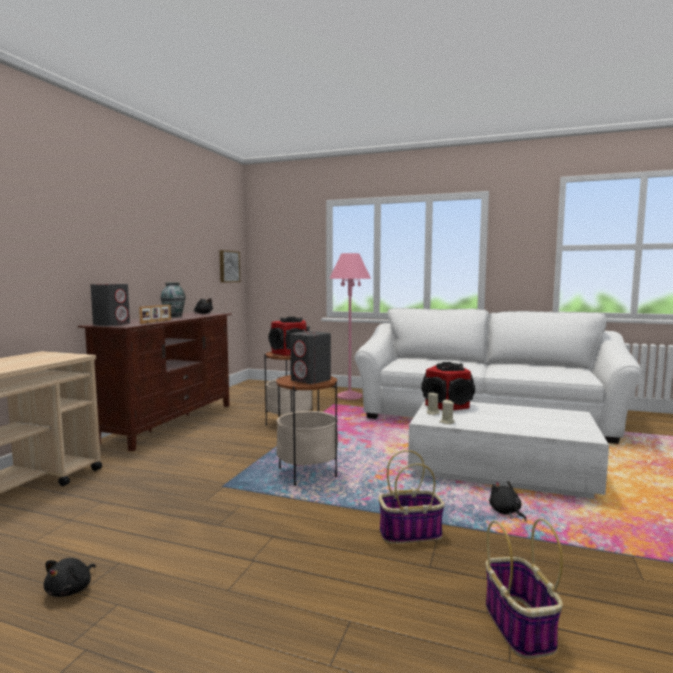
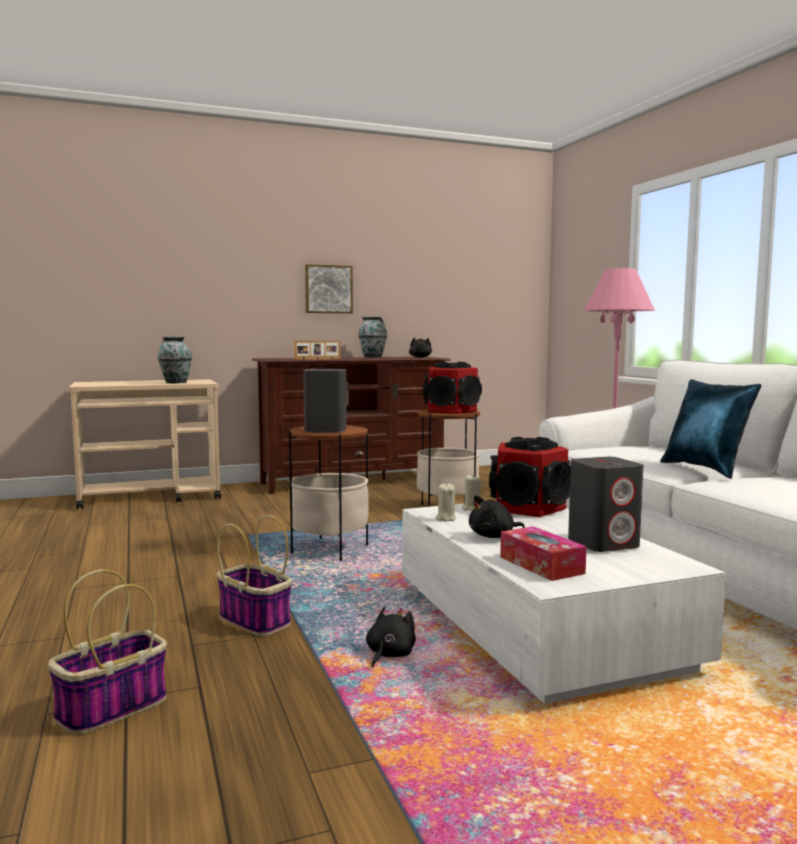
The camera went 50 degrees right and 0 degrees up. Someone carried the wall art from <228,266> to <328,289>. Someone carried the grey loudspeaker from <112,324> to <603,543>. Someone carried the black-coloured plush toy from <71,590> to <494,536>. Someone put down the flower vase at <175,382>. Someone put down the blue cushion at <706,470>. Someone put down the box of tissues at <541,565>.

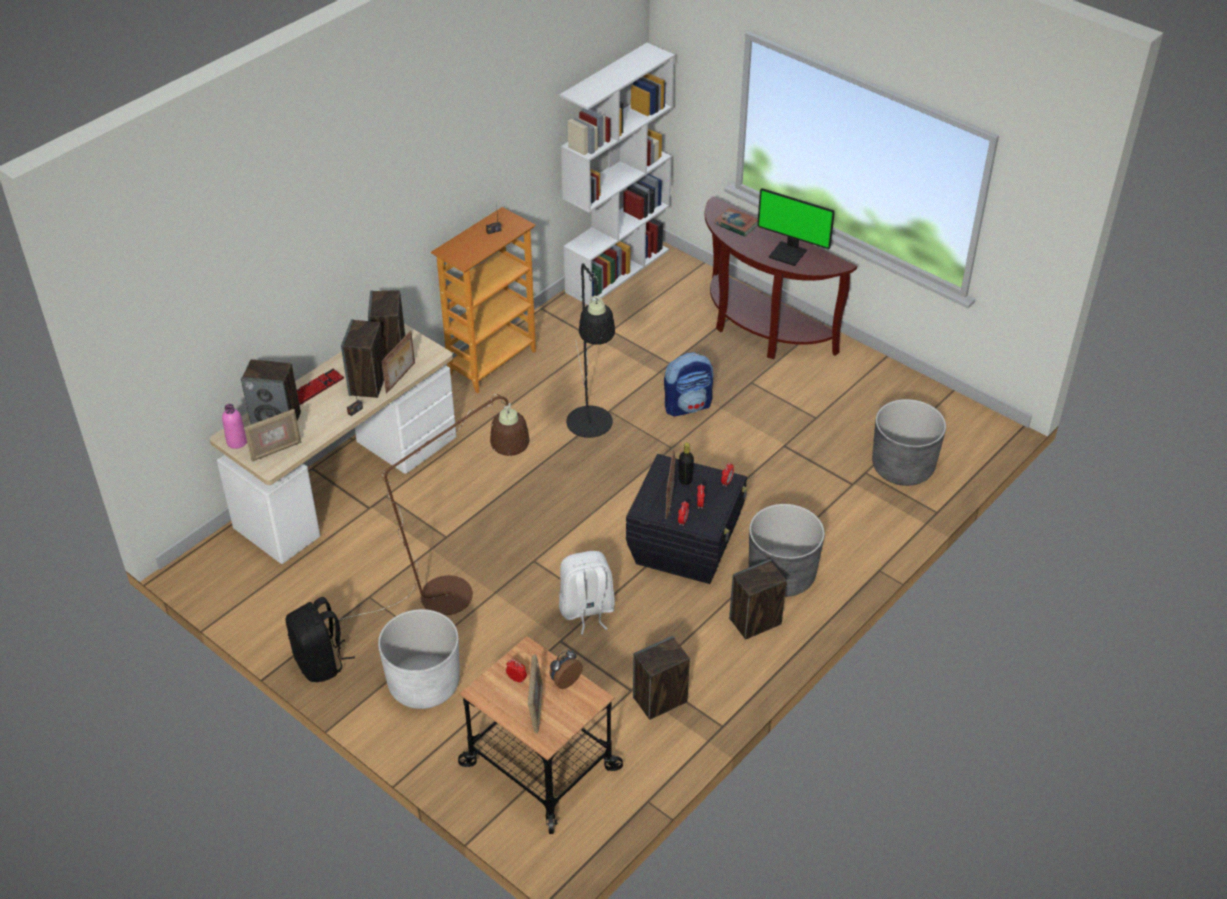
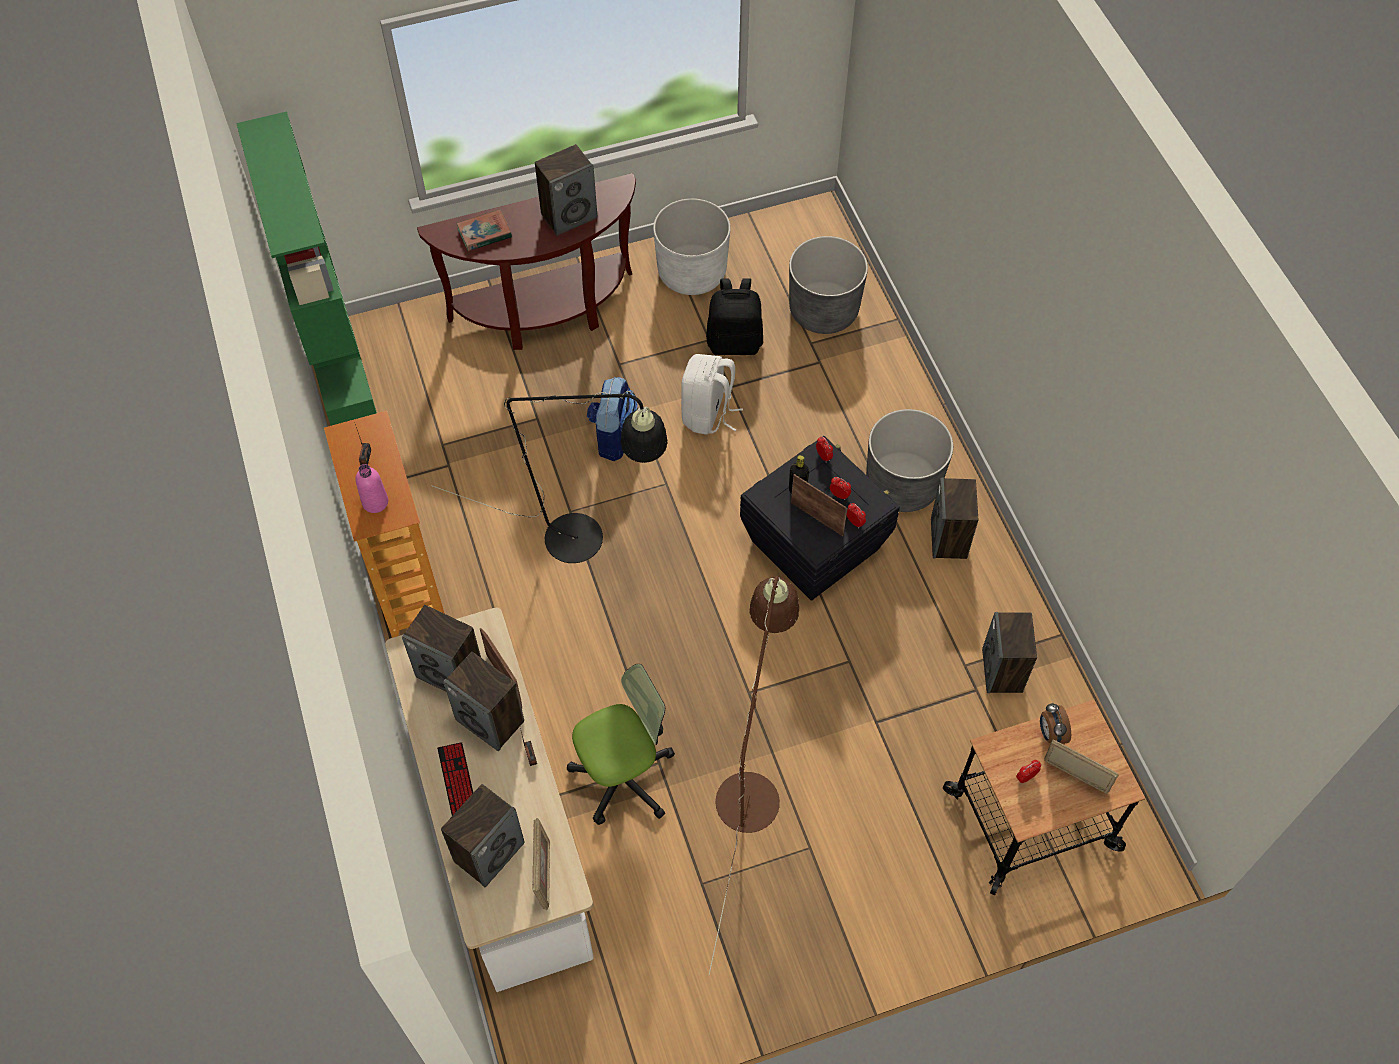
The camera went 60 degrees left and 15 degrees up. Someone repainted the white-coloured bookcase at <617,270>, which became the greenish bookcase at <345,387>. Someone swapped the monitor at <789,253> for the loudspeaker at <569,215>. Someone carried the pinkish drink bottle from <237,442> to <375,502>. Someone carried the white-coloured backpack from <586,610> to <708,414>. Someone carried the black-coloured backpack from <321,663> to <735,342>. Someone carried the white-coloured flower pot from <424,684> to <692,272>. Someone put down the desk chair at <623,776>.

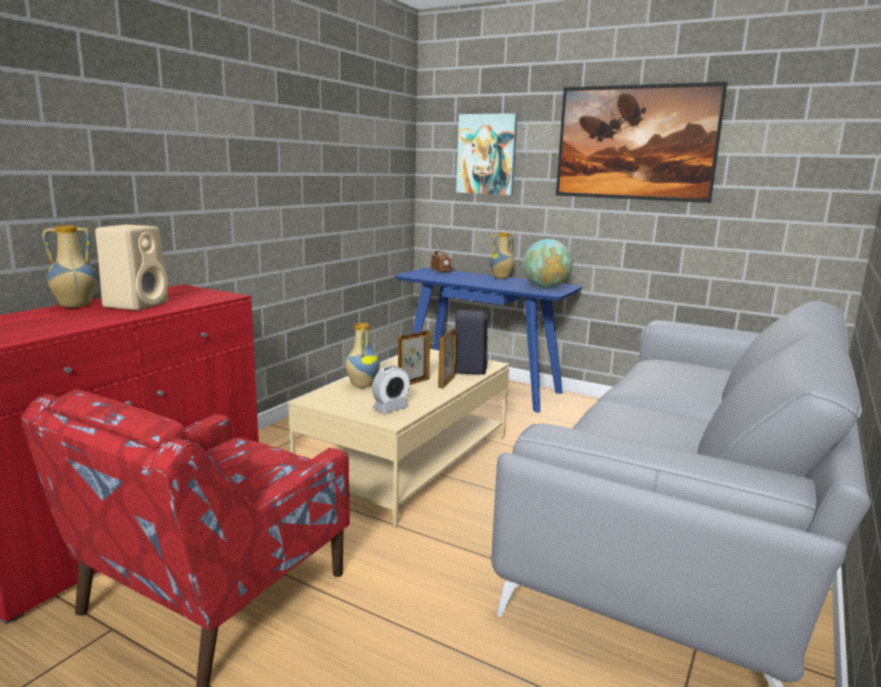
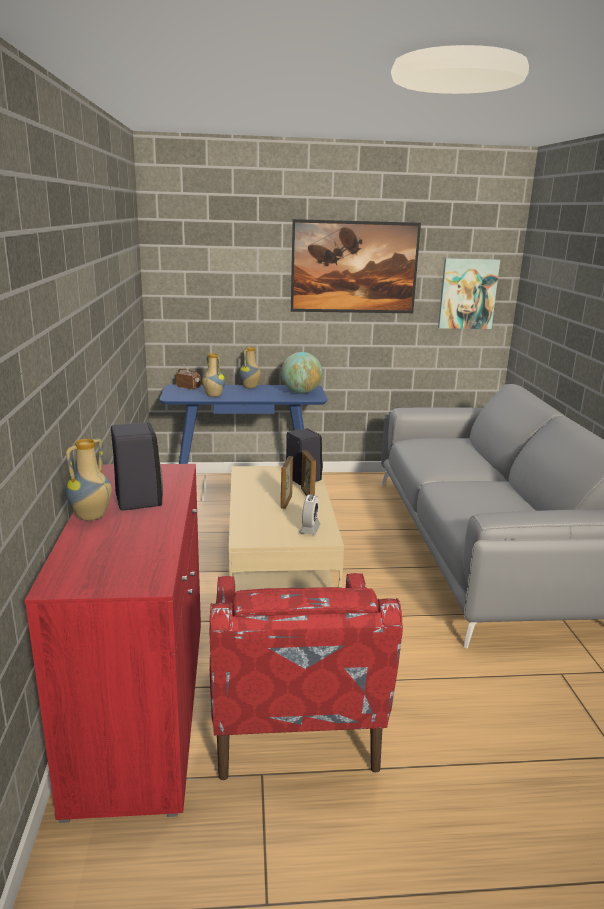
The camera went 35 degrees left and 5 degrees up. Someone carried the wall art from <487,154> to <467,294>. Someone repainted the beige loudspeaker at <137,304>, which became the black-coloured loudspeaker at <137,499>. Someone carried the flower vase from <361,385> to <213,395>.

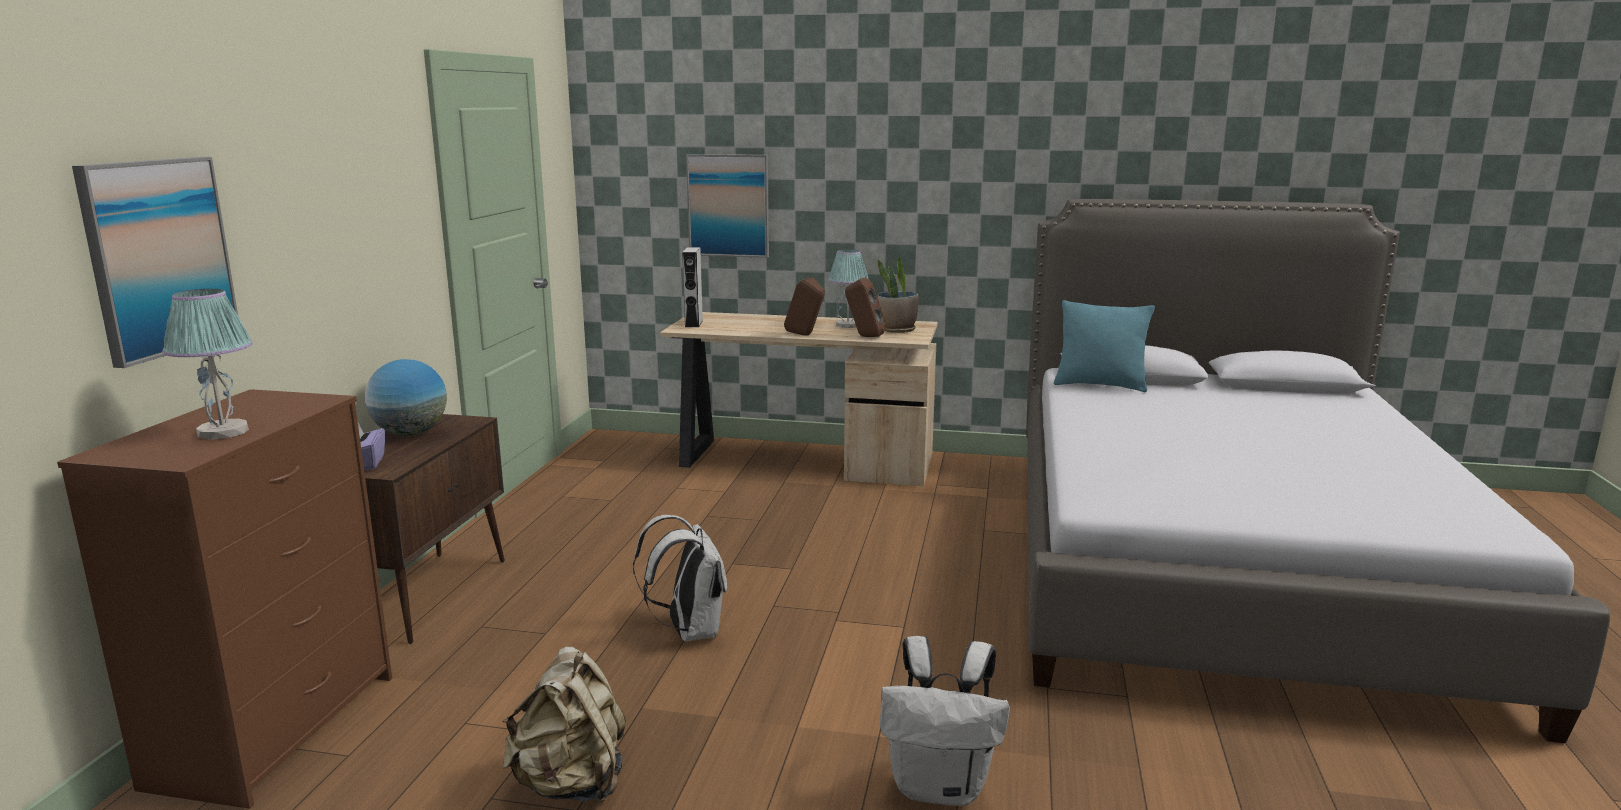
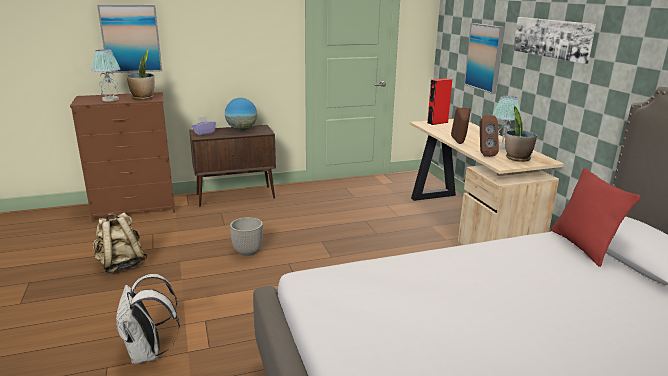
The camera went 60 degrees right and 5 degrees up. Someone repainted the grey loudspeaker at <693,323>, which became the red loudspeaker at <437,122>. Someone repainted the turquoise cushion at <1100,385>, which became the red cushion at <583,246>. Someone swapped the white-coloured backpack at <689,631> for the flower pot at <247,251>. Someone put up the wall art at <552,38>. Someone put down the plant in a pot at <143,98>.

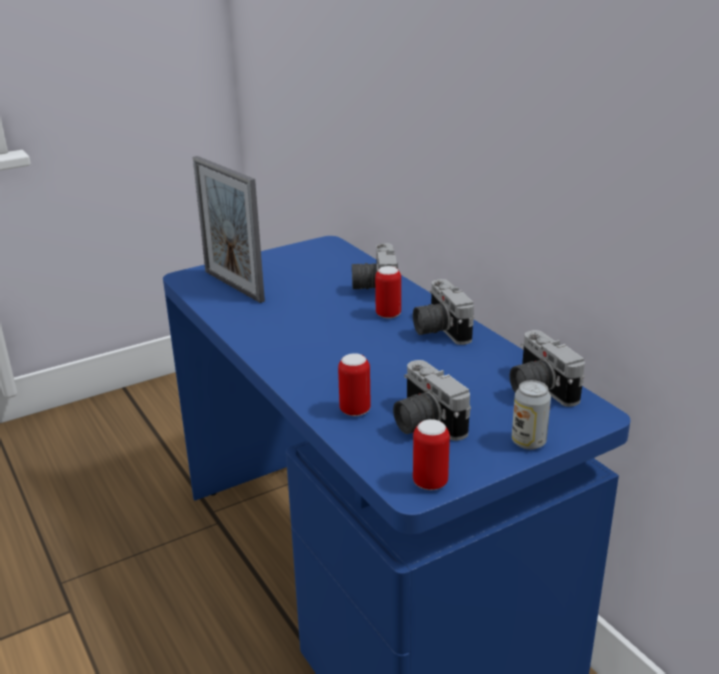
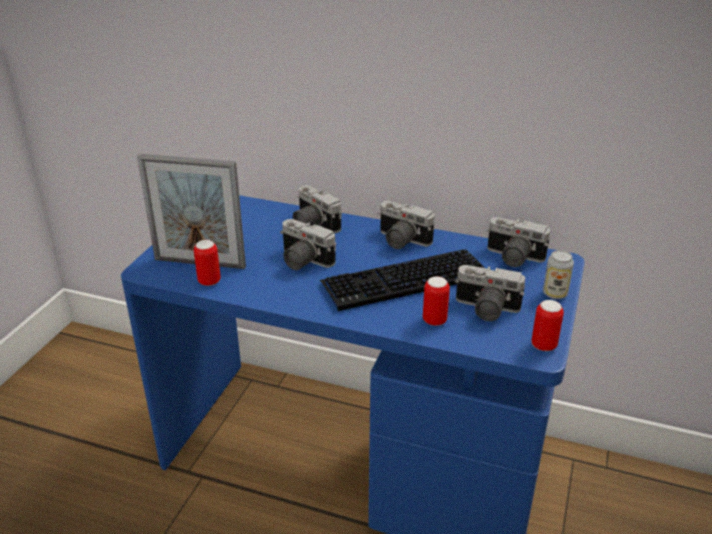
The camera went 40 degrees left and 5 degrees up. Someone carried the sealed can from <388,314> to <209,281>. Someone put down the photo camera at <302,261>. Someone put down the PC keyboard at <404,281>.

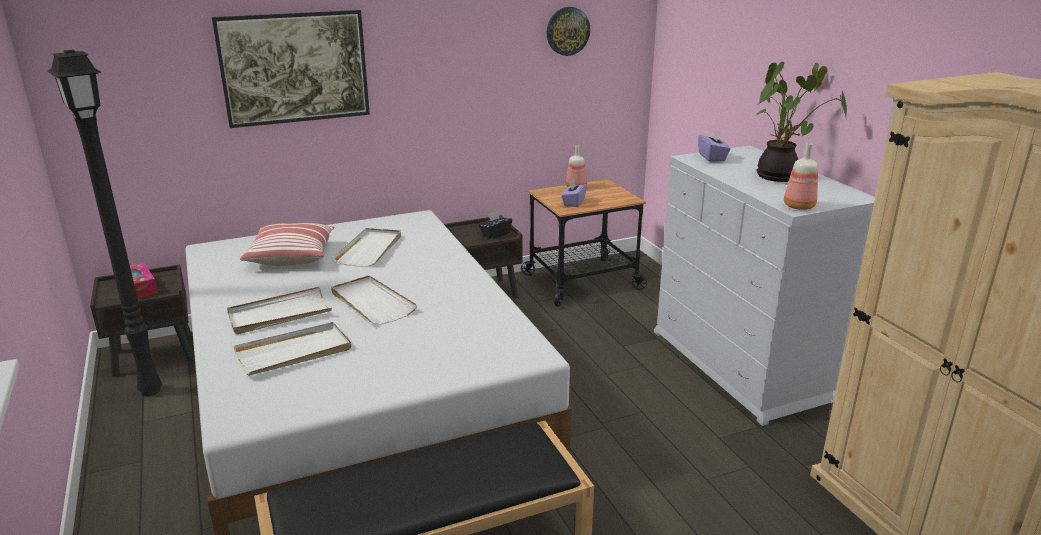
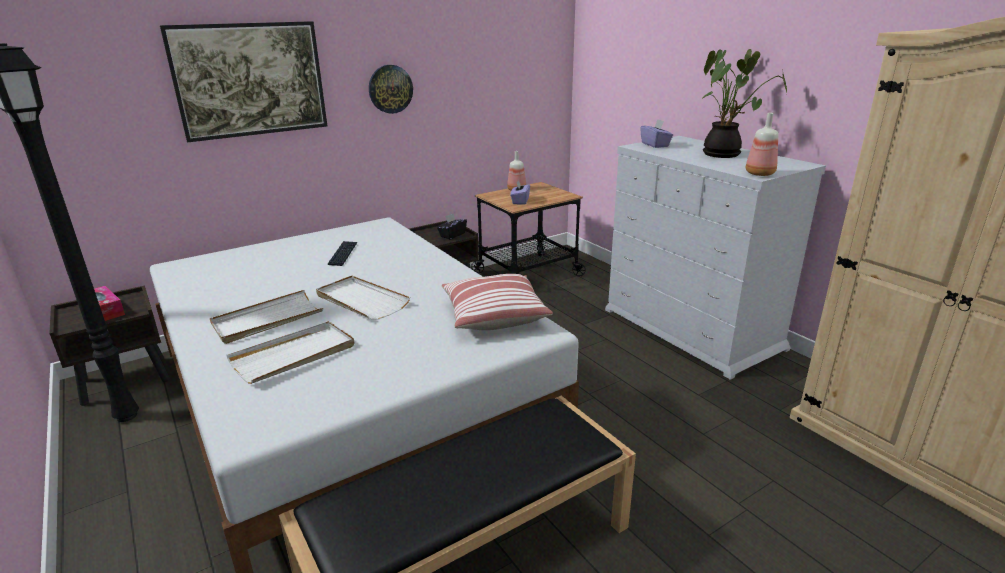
The camera went 10 degrees left and 0 degrees up. Someone carried the clock on the wall from <567,31> to <390,89>. Someone carried the cushion from <291,256> to <493,315>. Someone swapped the white-coloured carrying tray at <370,249> for the PC keyboard at <343,254>.

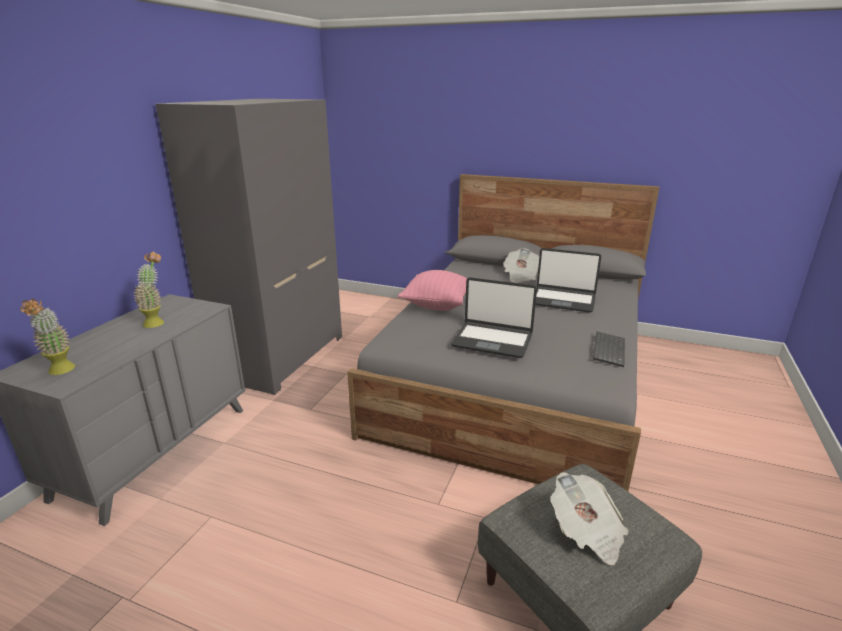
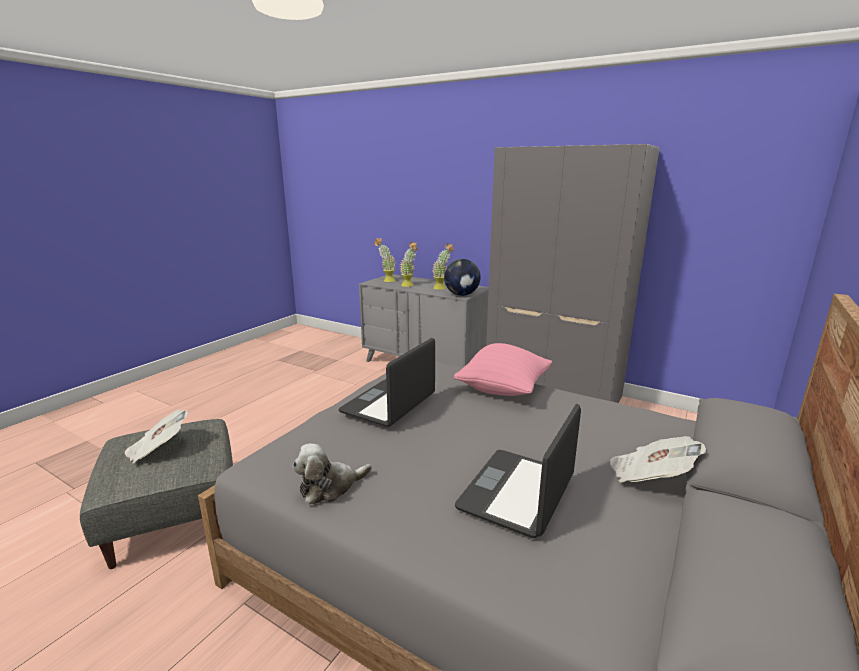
The camera went 100 degrees right and 5 degrees down. Someone swapped the PC keyboard at <607,349> for the plush toy at <330,487>. Someone put down the plant in a pot at <409,286>. Someone put down the desk globe at <461,295>.

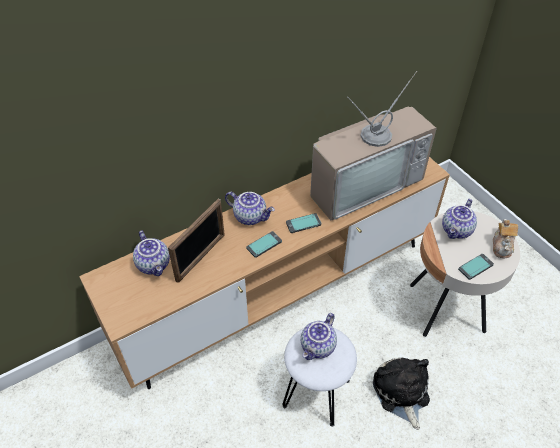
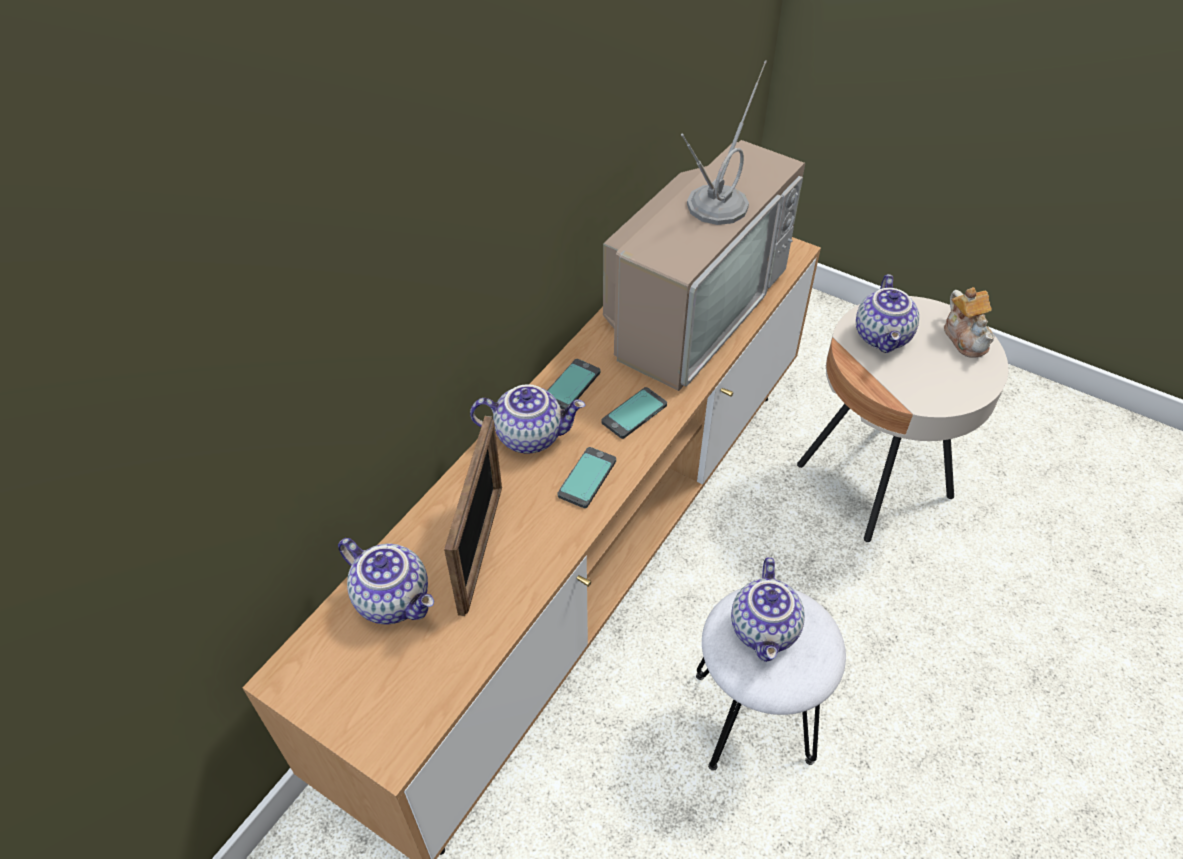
The camera went 25 degrees left and 0 degrees up. Someone carried the handset from <475,267> to <571,385>. Someone took away the plush toy at <401,393>.

